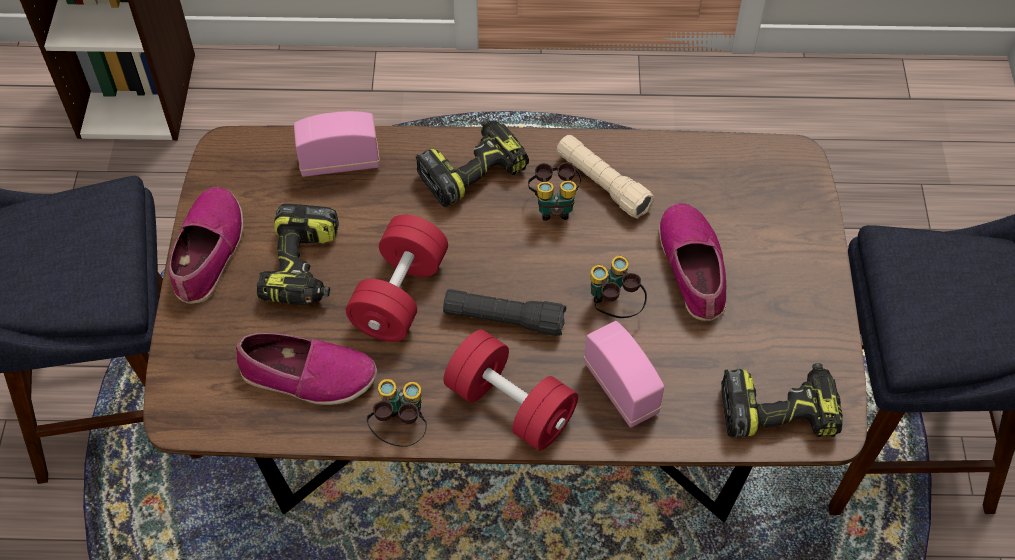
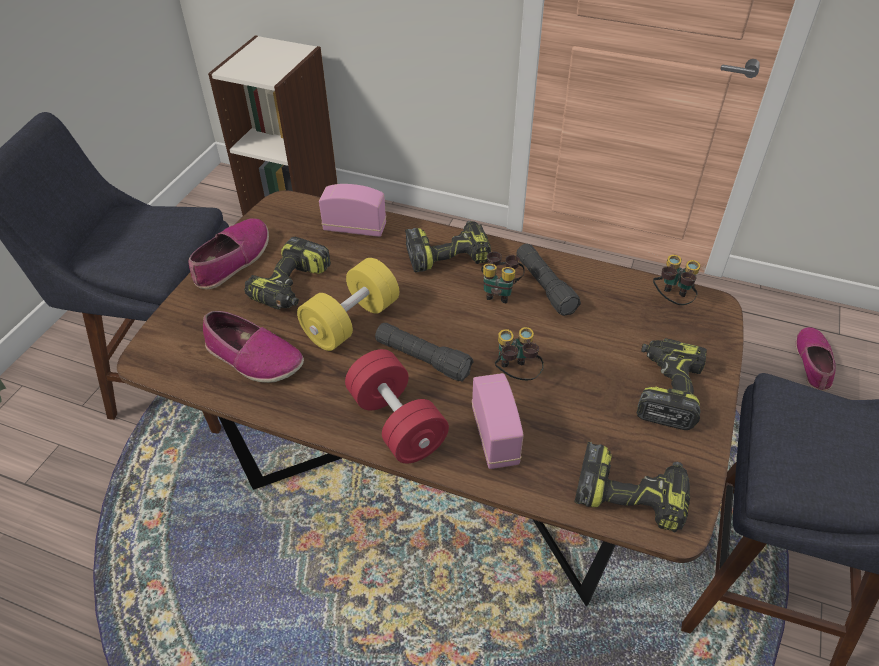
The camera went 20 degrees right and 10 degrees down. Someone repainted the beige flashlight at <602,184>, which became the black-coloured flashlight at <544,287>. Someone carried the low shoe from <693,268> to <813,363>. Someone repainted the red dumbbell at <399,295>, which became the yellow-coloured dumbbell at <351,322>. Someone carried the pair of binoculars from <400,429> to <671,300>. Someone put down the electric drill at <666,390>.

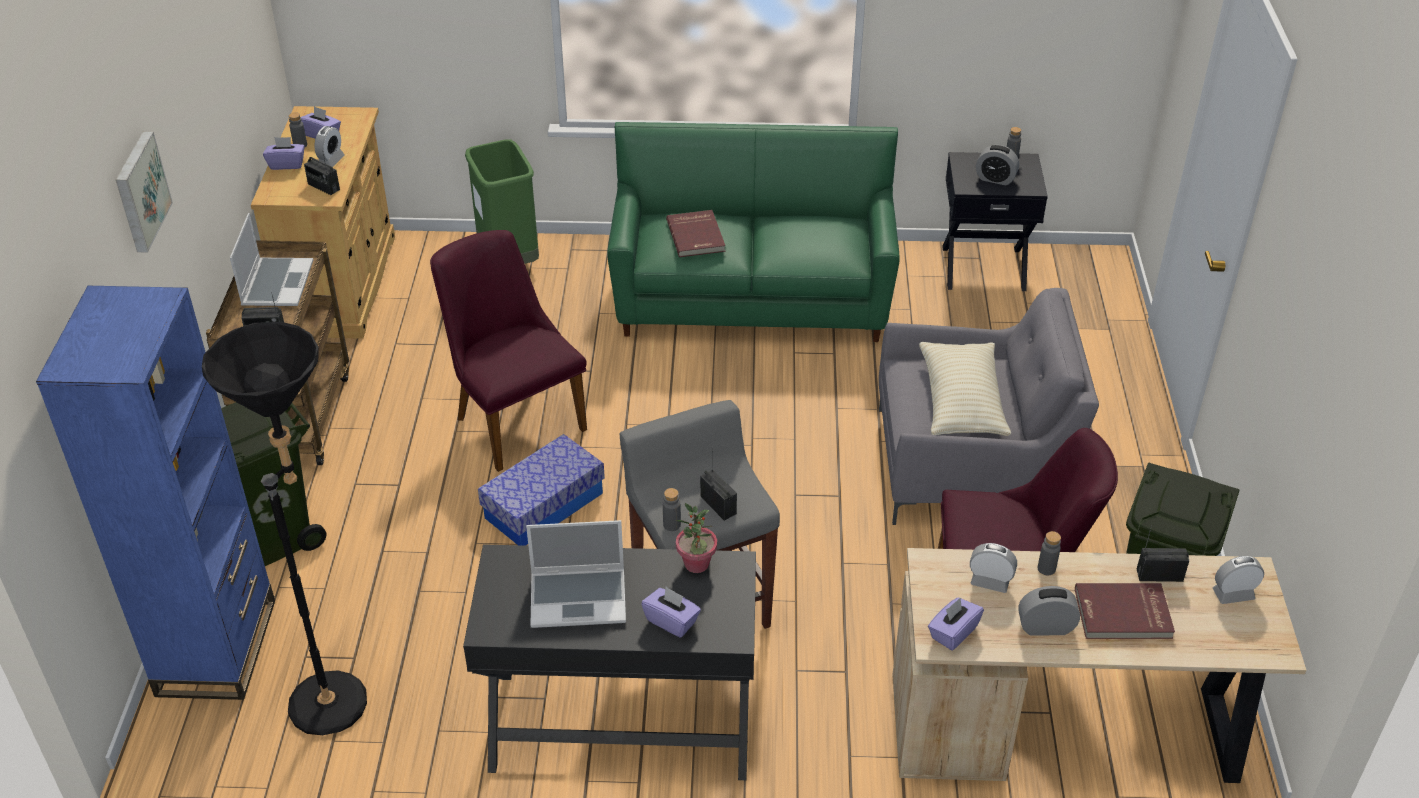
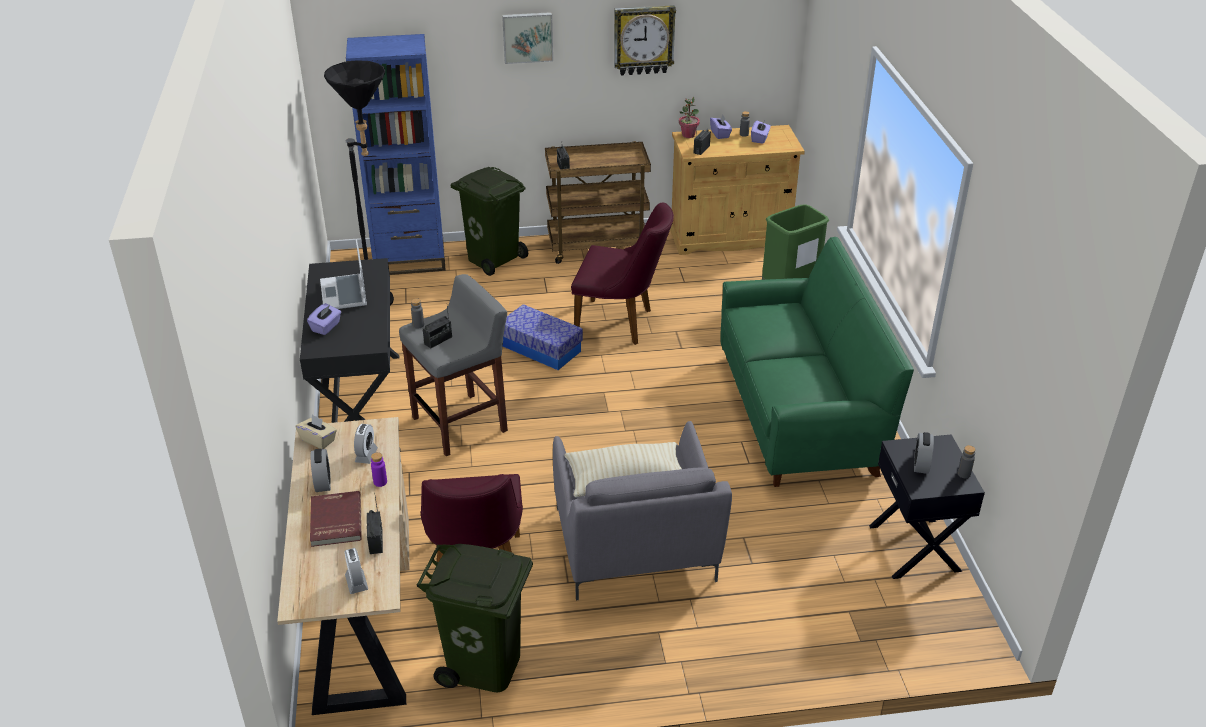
The camera went 80 degrees right and 5 degrees down. Someone took away the alarm clock at <331,161>. Someone took away the red bound book at <697,236>. Someone took away the laptop at <276,283>. Someone rotated the purple upright chair at <513,418> by 60 degrees clockwise. Someone carried the plant in a pot from <696,564> to <688,135>. Someone repainted the grey drink bottle at <1046,568>, which became the purple drink bottle at <380,482>. Someone repainted the purple box of tissues at <953,633>, which became the beige box of tissues at <318,440>. Someone put up the clock on the wall at <643,40>.

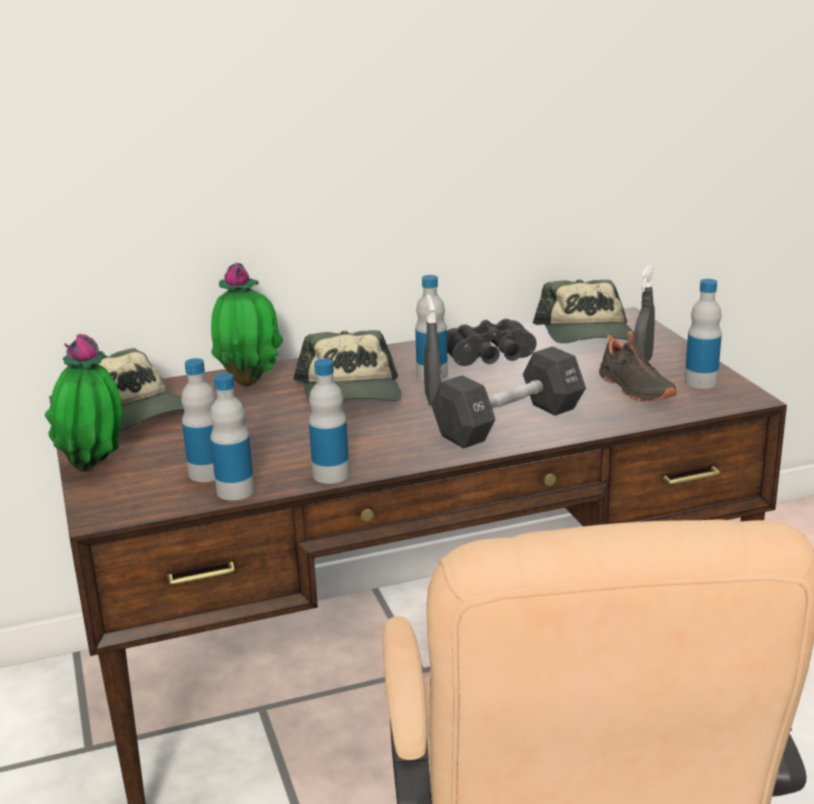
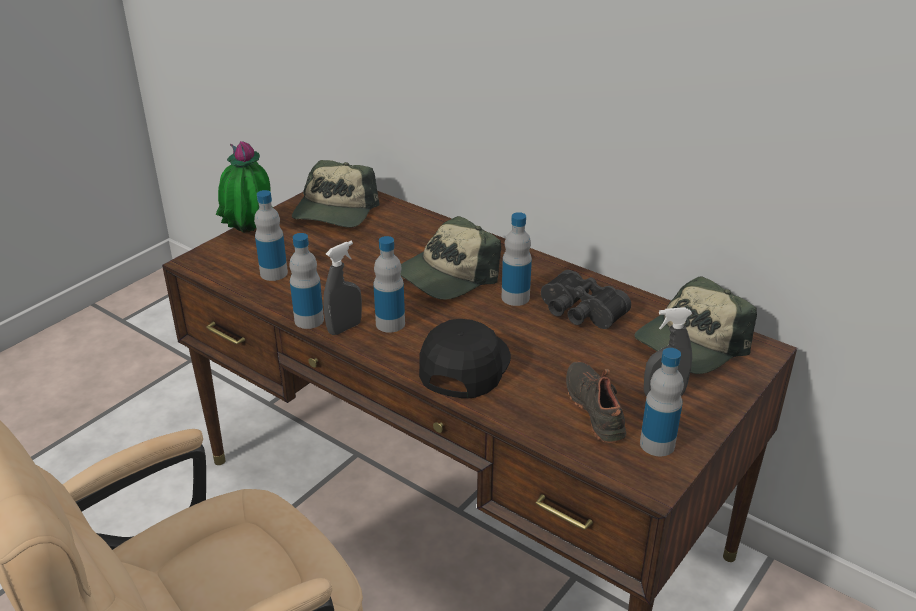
The camera went 55 degrees right and 10 degrees up. Someone took away the plant in a pot at <250,381>. Someone carried the grey hand sprayer from <433,399> to <344,328>. Someone rotated the black-coloured low shoe at <634,389> by 135 degrees clockwise. Someone swapped the black-coloured dumbbell at <509,422> for the black-coloured baseball cap at <464,365>. Someone carried the drink bottle from <235,491> to <390,323>.

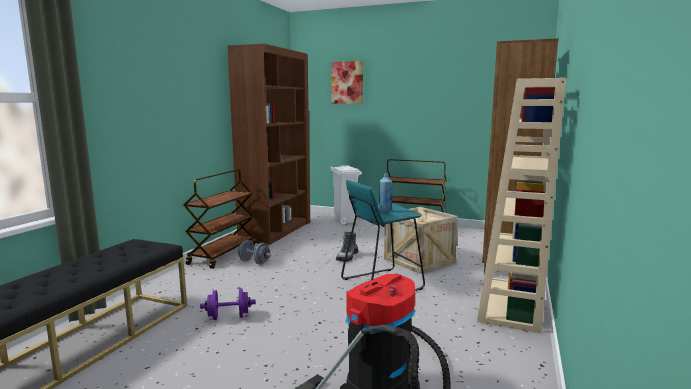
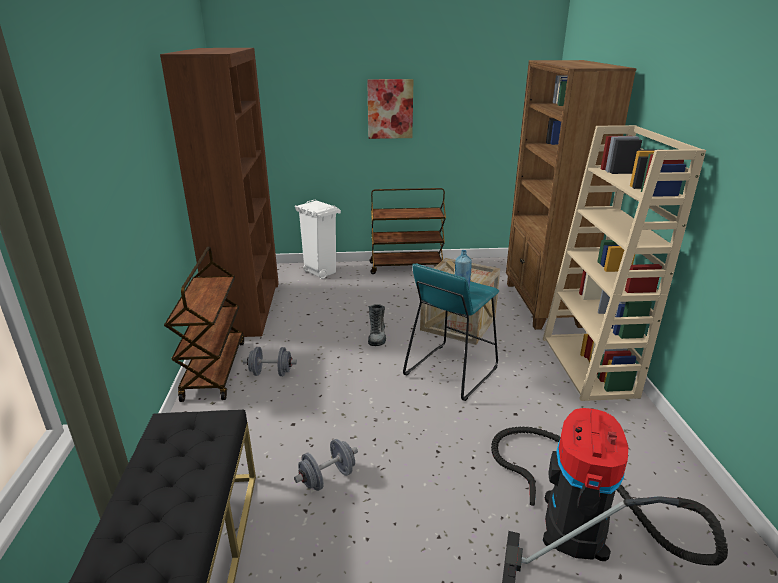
The camera went 25 degrees left and 15 degrees up. Someone carried the wall art from <347,82> to <390,109>. Someone repainted the purple dumbbell at <228,317>, which became the grey dumbbell at <327,478>.

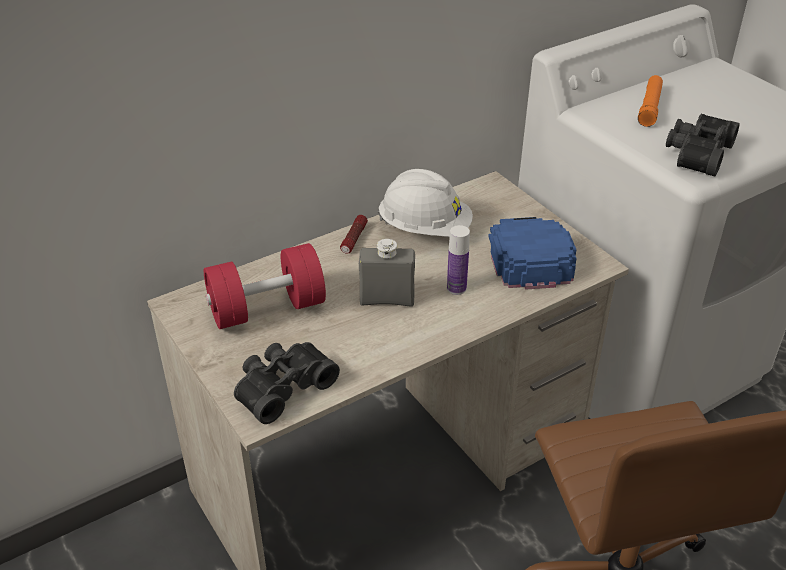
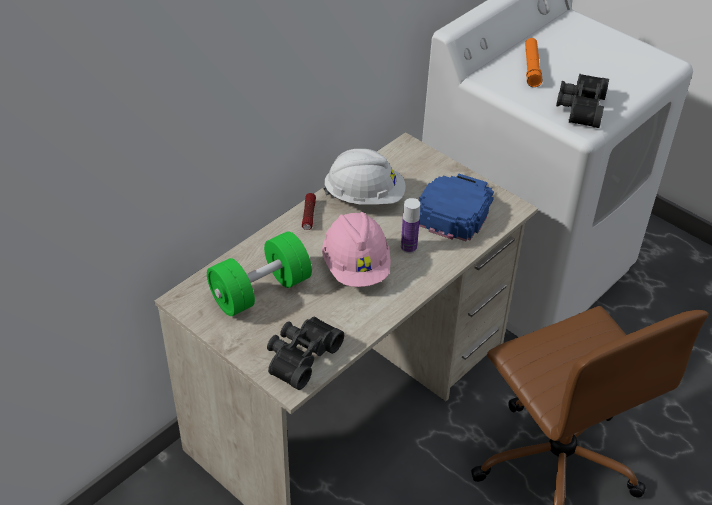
The camera went 15 degrees left and 5 degrees up. Someone rotated the blue baseball cap at <527,255> by 45 degrees clockwise. Someone swapped the grey drink bottle at <387,300> for the pinkish work helmet at <356,267>. Someone repainted the red dumbbell at <267,309>, which became the greenish dumbbell at <260,291>.

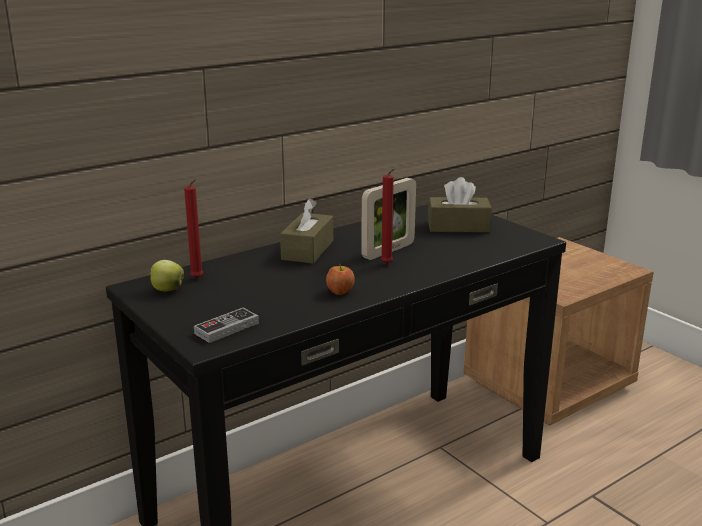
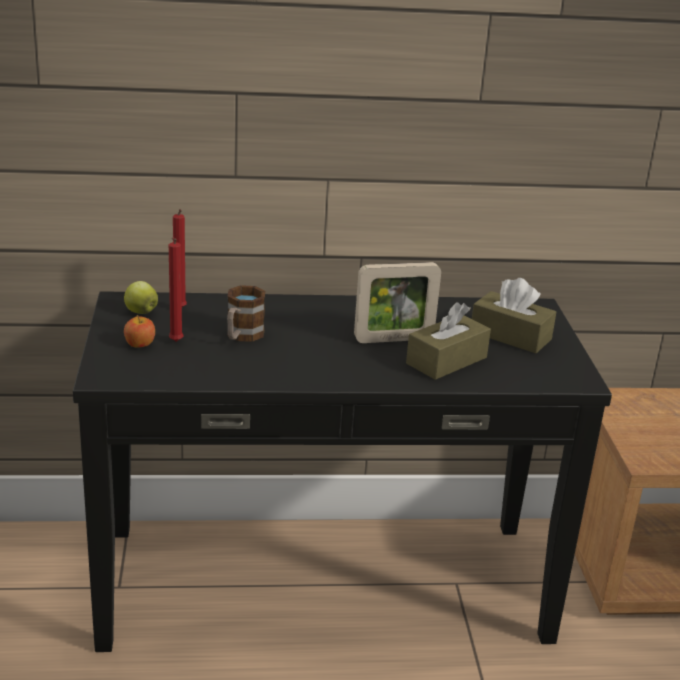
The camera went 30 degrees right and 5 degrees up. Someone carried the red wax candle from <387,264> to <175,342>. Someone carried the brown-coloured box of tissues from <307,250> to <446,360>. Someone carried the apple from <340,291> to <140,344>. Someone took away the joypad at <227,328>. Someone put down the coffee mug at <242,336>.

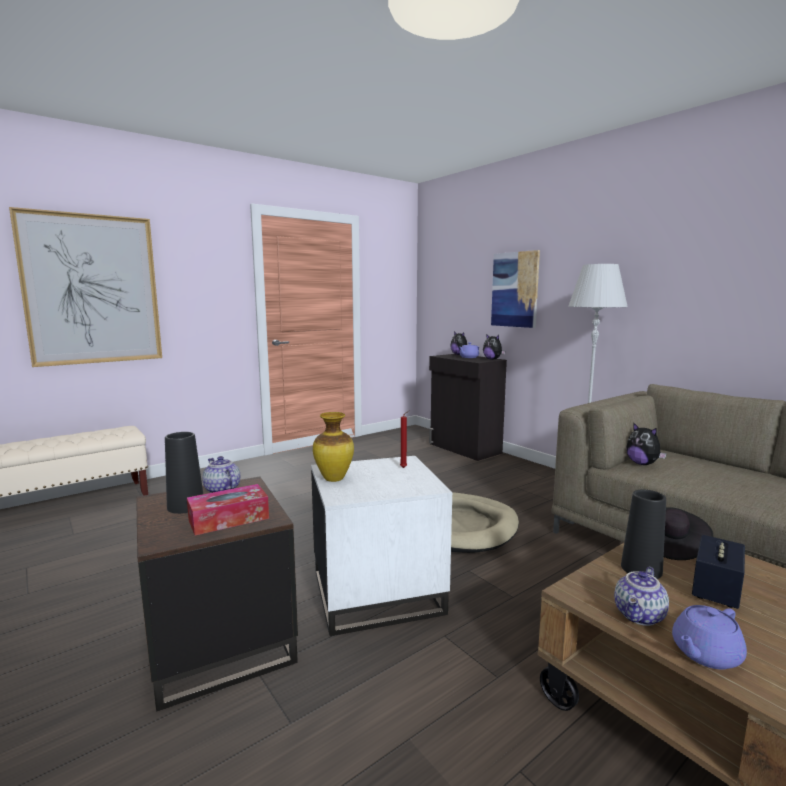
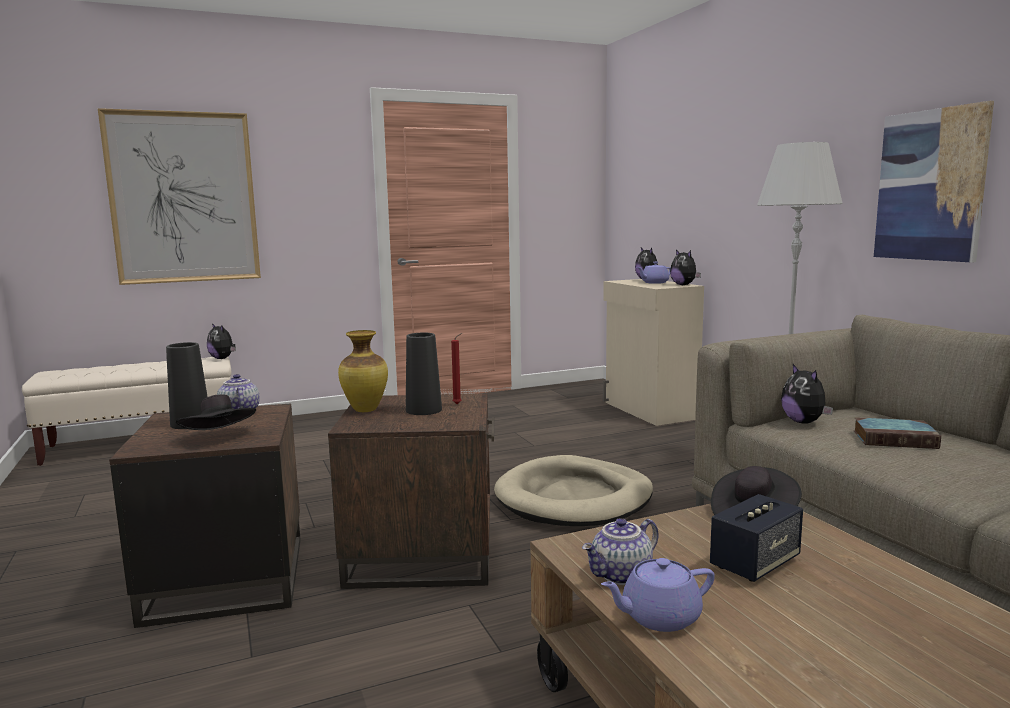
The camera went 15 degrees right and 0 degrees up. Someone carried the wall art from <515,289> to <930,185>. Someone repainted the black-coloured cabinet at <464,449>, which became the beige cabinet at <649,410>. Someone repainted the white-coloured accent table at <377,591>, which became the brown-coloured accent table at <421,553>. Someone swapped the box of tissues at <229,519> for the black-coloured hat at <220,437>. Someone carried the black-coloured flower vase from <641,569> to <423,410>. Someone put down the plush toy at <223,358>. Someone put down the bound book at <896,439>.

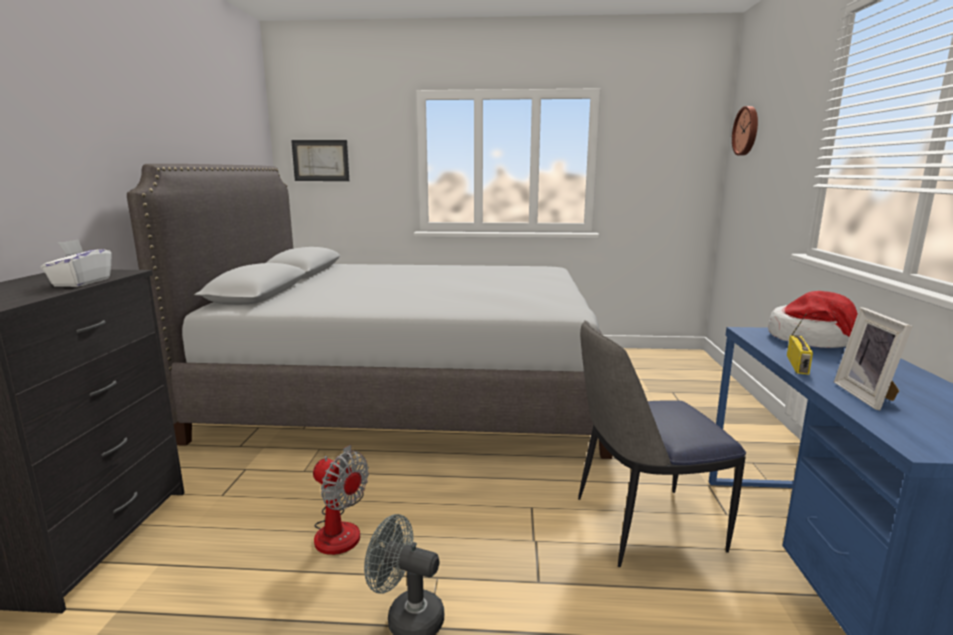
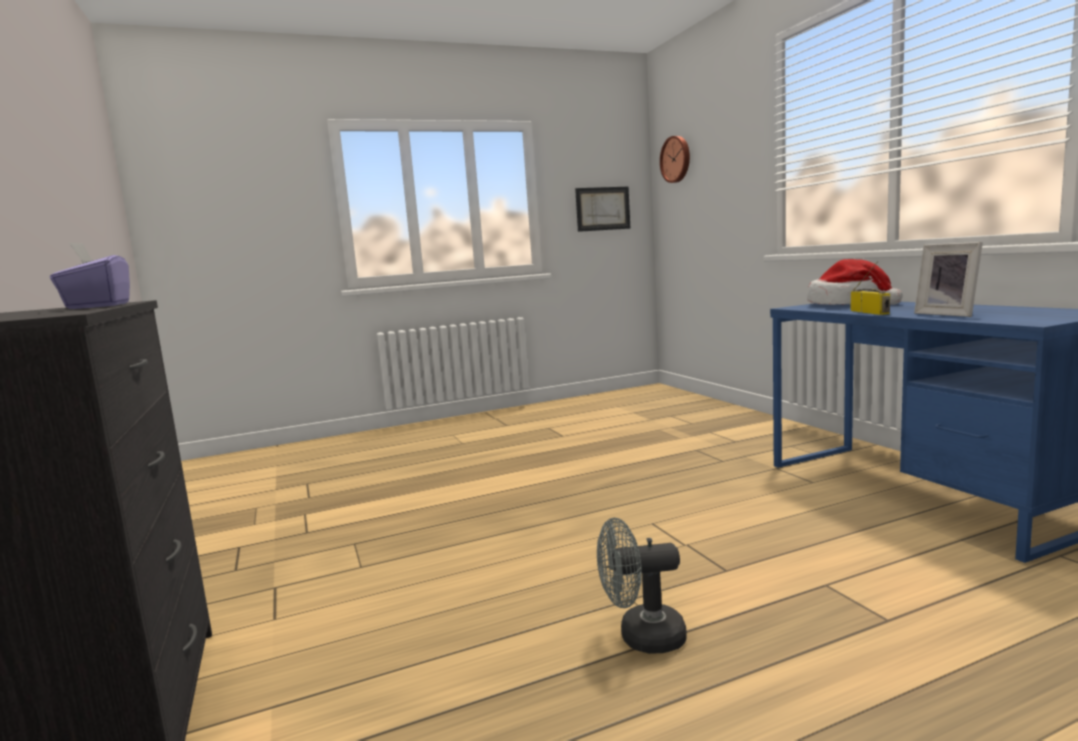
The camera went 25 degrees left and 5 degrees down. Someone carried the wall art from <321,160> to <602,208>. Someone took away the grey bedroom bed at <413,390>. Someone repainted the white-coloured box of tissues at <81,282>, which became the purple box of tissues at <98,306>. Someone took away the upright chair at <643,525>. Someone took away the fan at <340,528>.

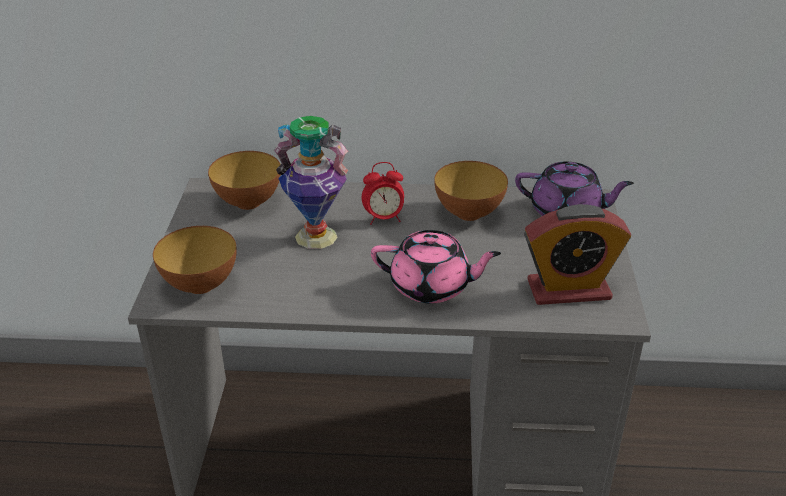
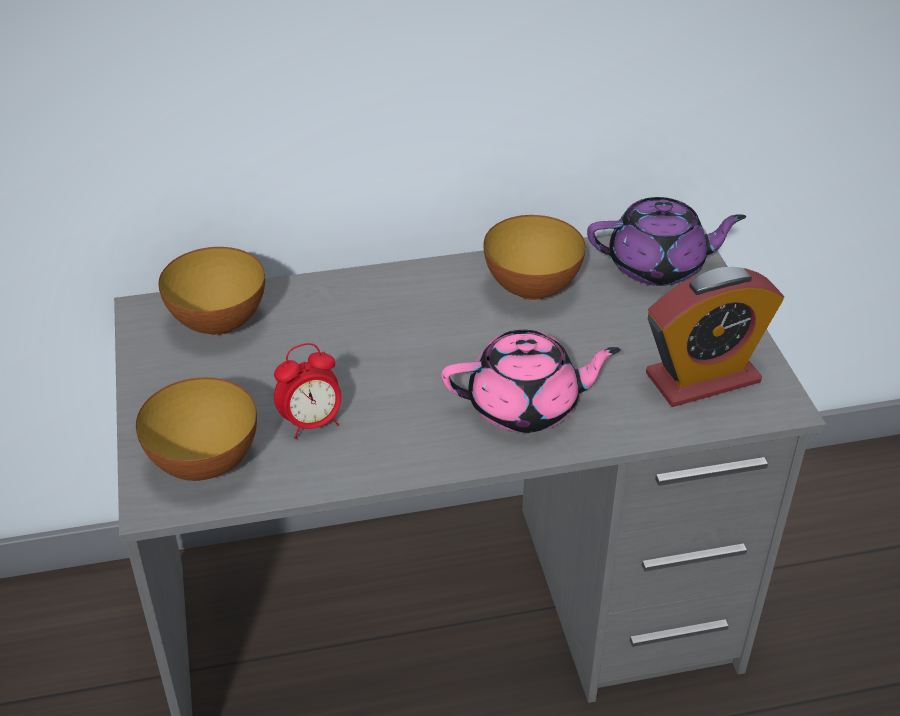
The camera went 15 degrees left and 5 degrees up. Someone took away the flower vase at <315,237>. Someone carried the alarm clock from <384,218> to <312,423>.

